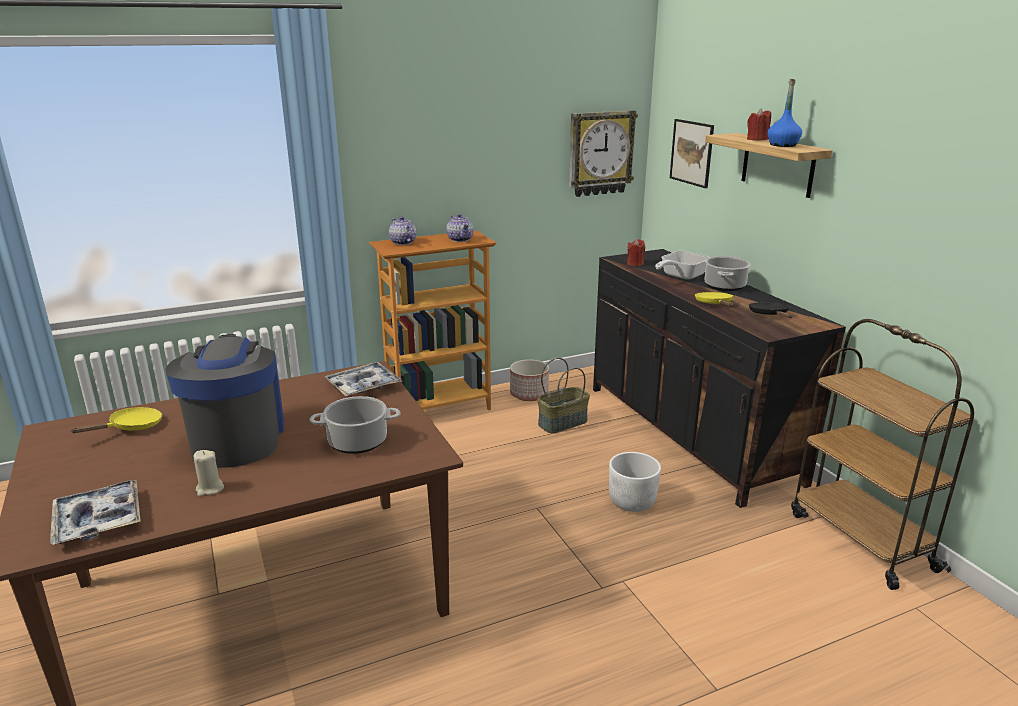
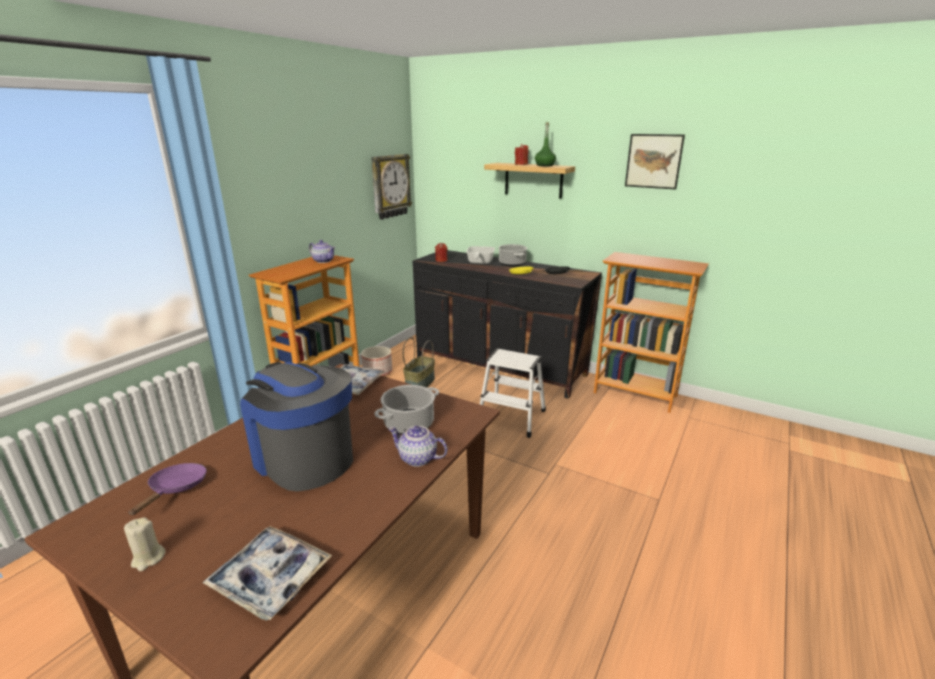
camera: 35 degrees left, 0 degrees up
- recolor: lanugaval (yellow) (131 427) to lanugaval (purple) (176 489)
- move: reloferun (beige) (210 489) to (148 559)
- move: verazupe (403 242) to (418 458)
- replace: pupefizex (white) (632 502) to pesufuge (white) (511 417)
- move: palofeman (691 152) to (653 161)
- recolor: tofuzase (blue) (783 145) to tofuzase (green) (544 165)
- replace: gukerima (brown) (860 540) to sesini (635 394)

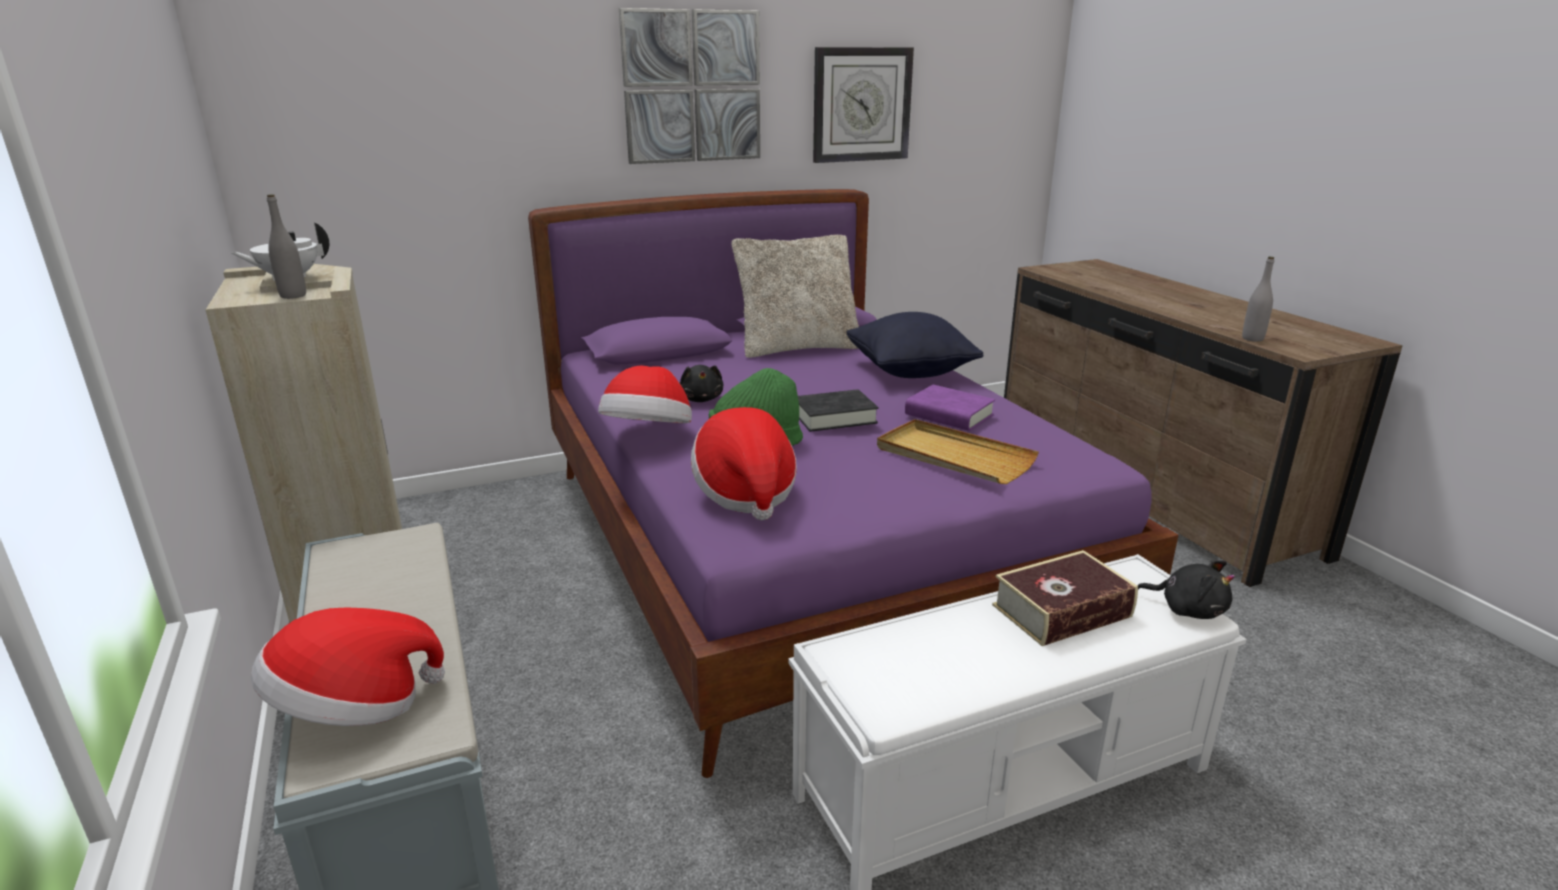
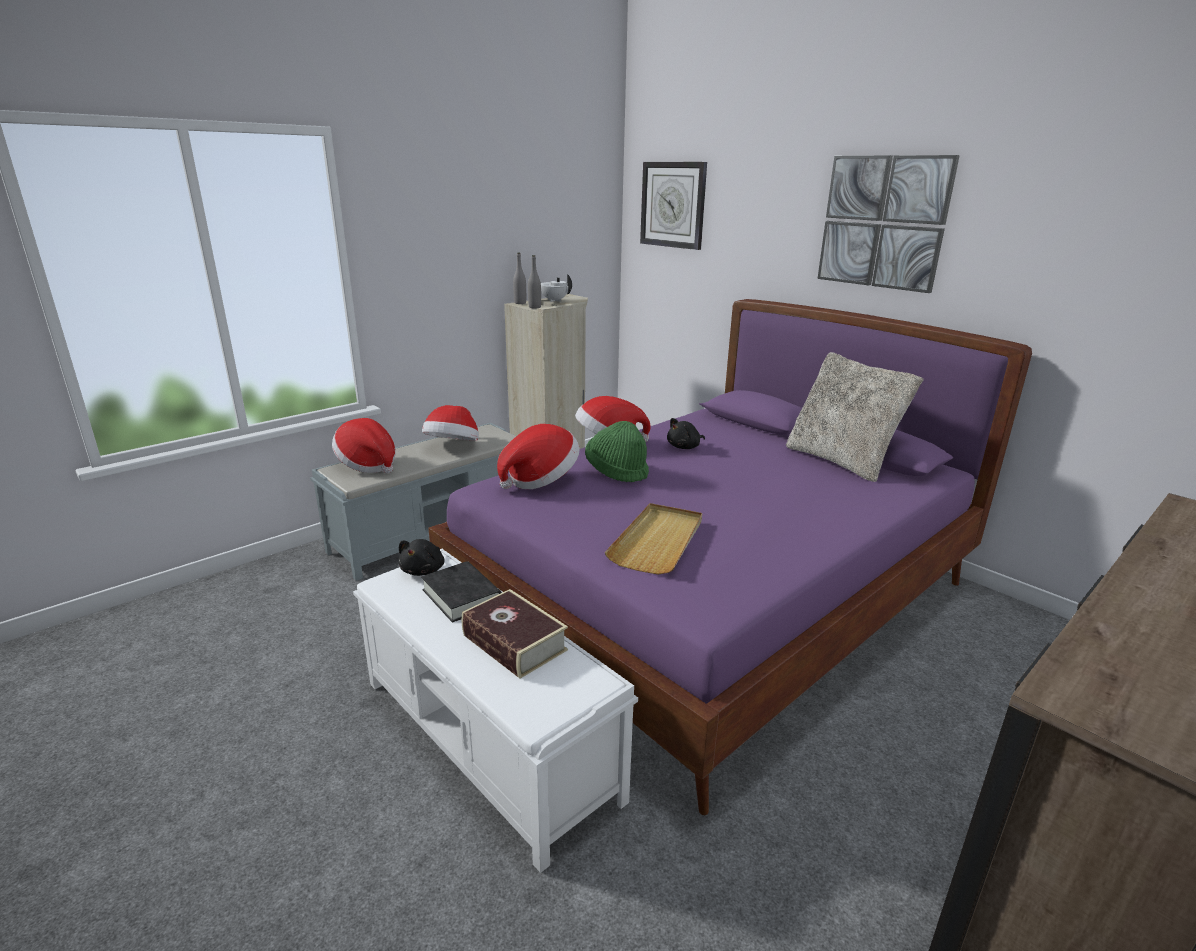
camera: 70 degrees right, 0 degrees up
- move: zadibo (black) (834 417) to (462 596)
- move: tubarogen (861 105) to (673 205)
- delete: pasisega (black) (910 372)
- delete: zadibo (purple) (949 415)
- move: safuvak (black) (1188 609) to (424 570)
- move: tofuzase (grey) (1252 339) to (520 303)
- insert: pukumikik (453 447)

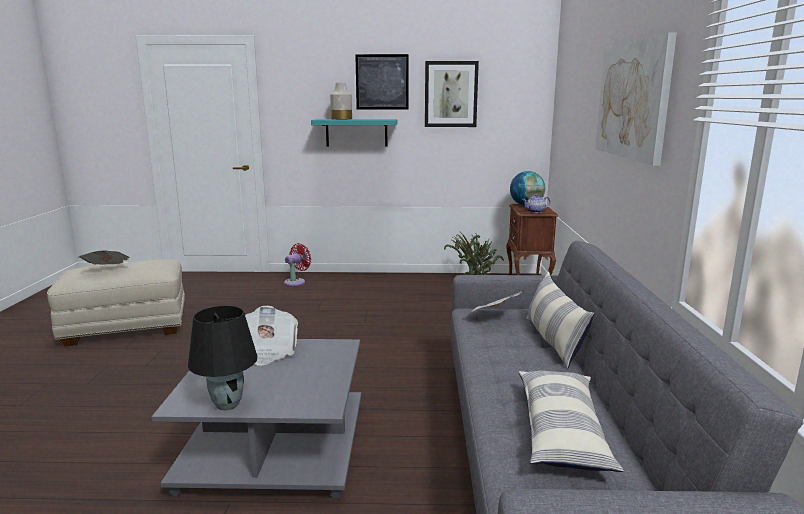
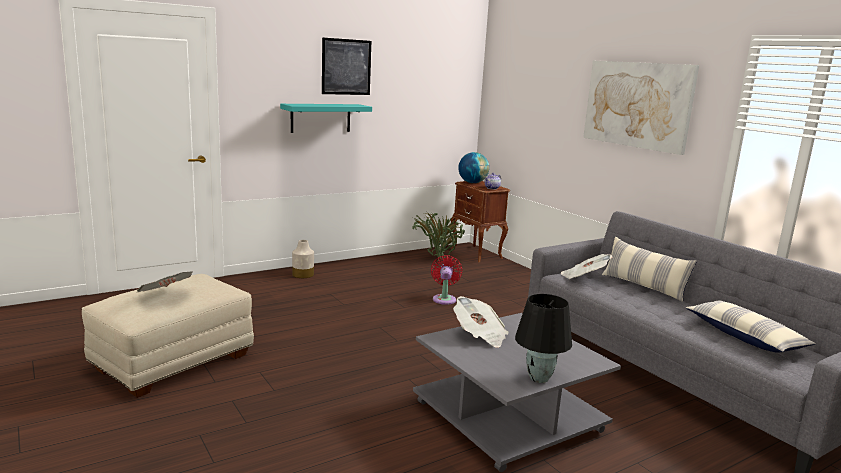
camera: 35 degrees left, 0 degrees up
- move: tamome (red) (296 282) to (444 299)
- move: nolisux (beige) (341 119) to (302 274)
- delete: palofeman (451 94)

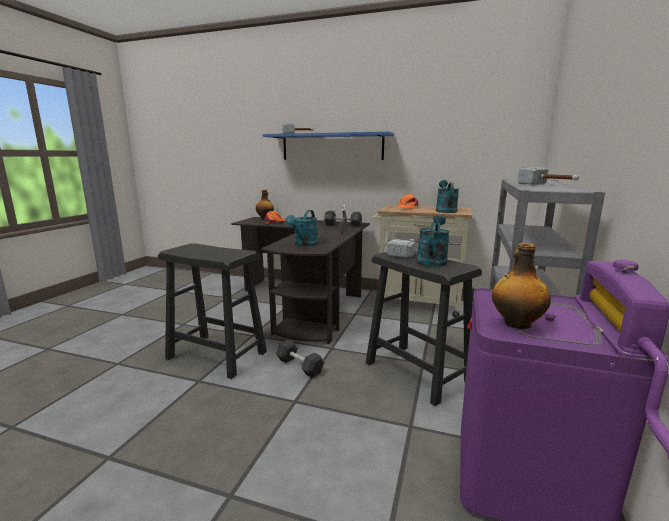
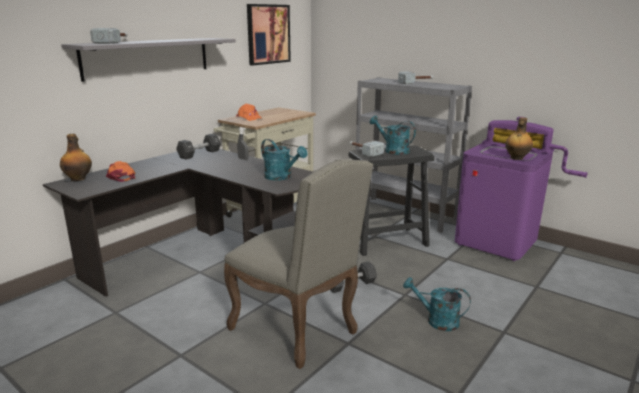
camera: 70 degrees left, 5 degrees up
- replace: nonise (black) (216 355) to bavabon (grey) (297 330)
- recolor: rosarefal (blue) (332 147) to rosarefal (grey) (148 57)
- move: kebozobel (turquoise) (445 210) to (436 320)
- insert: palofeman (268 34)

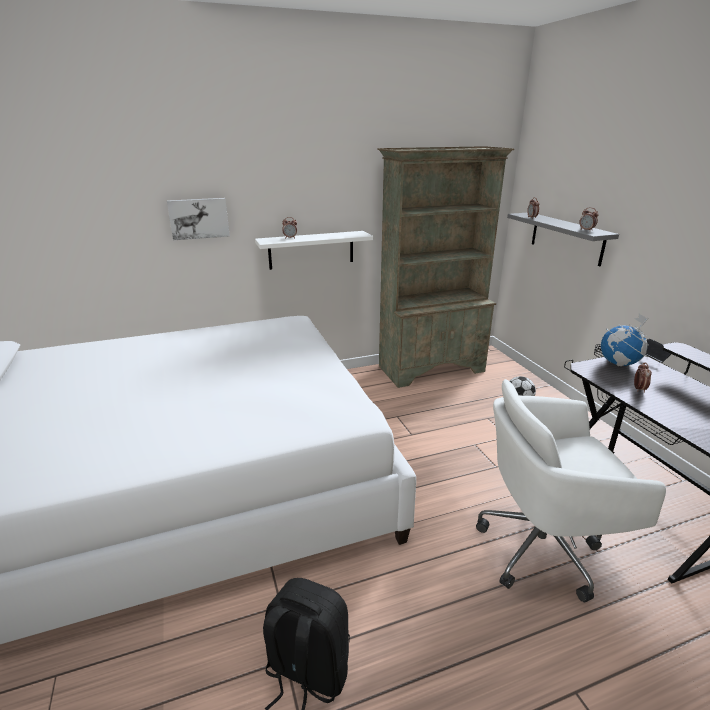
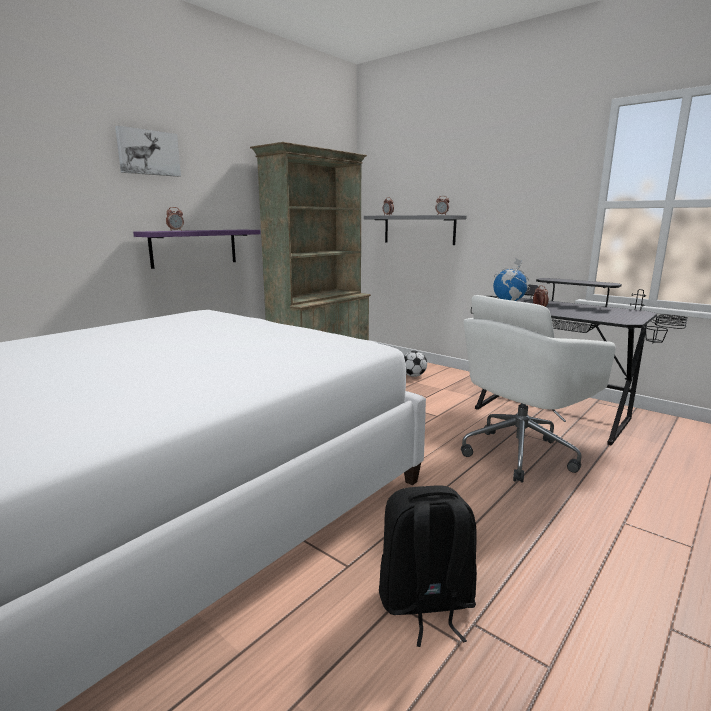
camera: 30 degrees left, 10 degrees down
- move: palofeman (198 218) to (148 152)
- recolor: rosarefal (white) (311 250) to rosarefal (purple) (194 247)

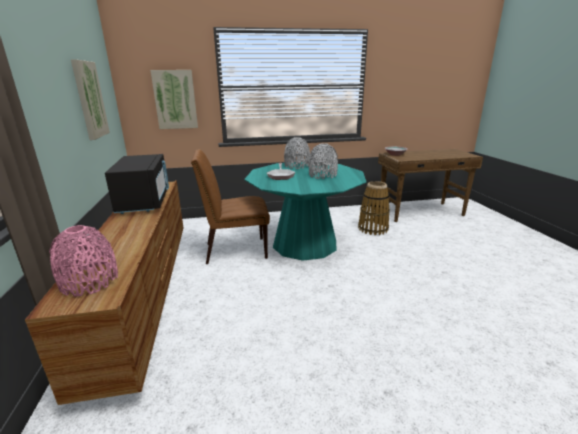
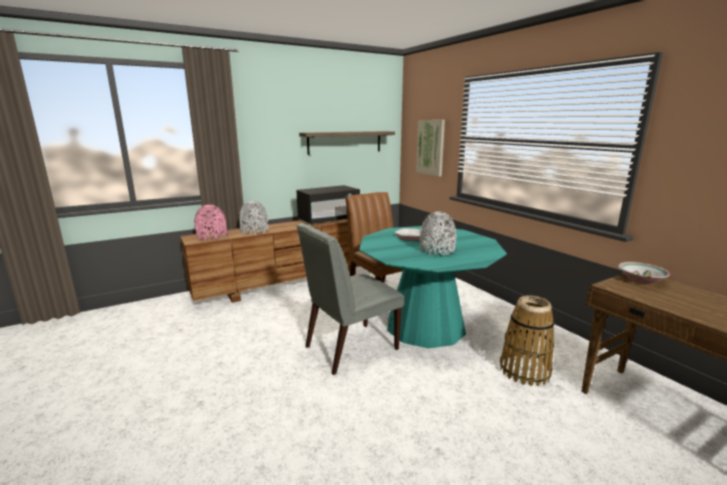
camera: 70 degrees right, 5 degrees down
- replace: palofeman (89 100) to rosarefal (345 142)
- move: nolisux (grey) (297 166) to (254 231)
- insert: bavabon (grey) (351 347)

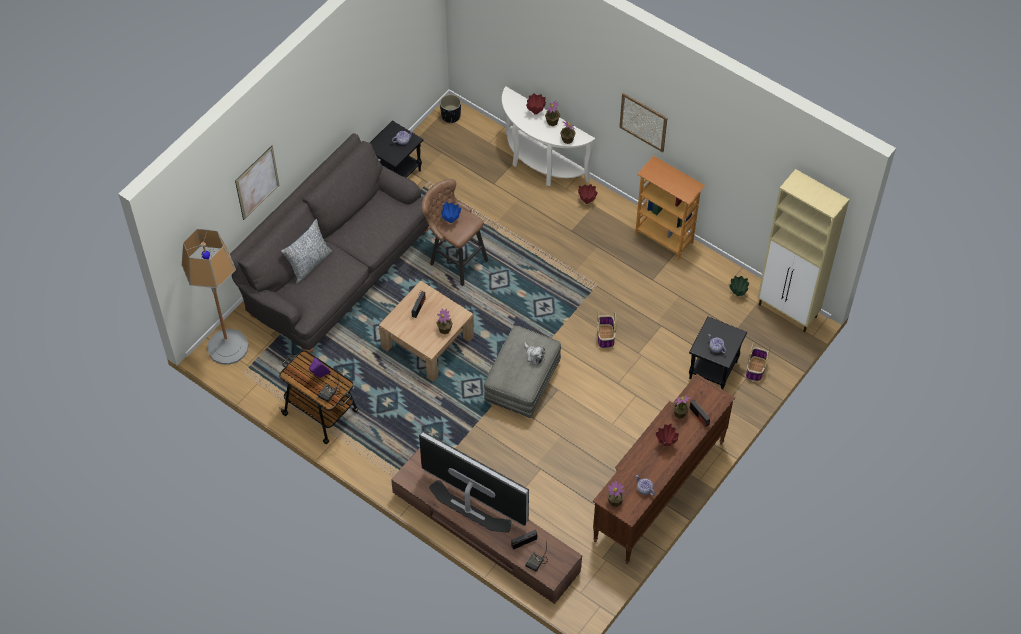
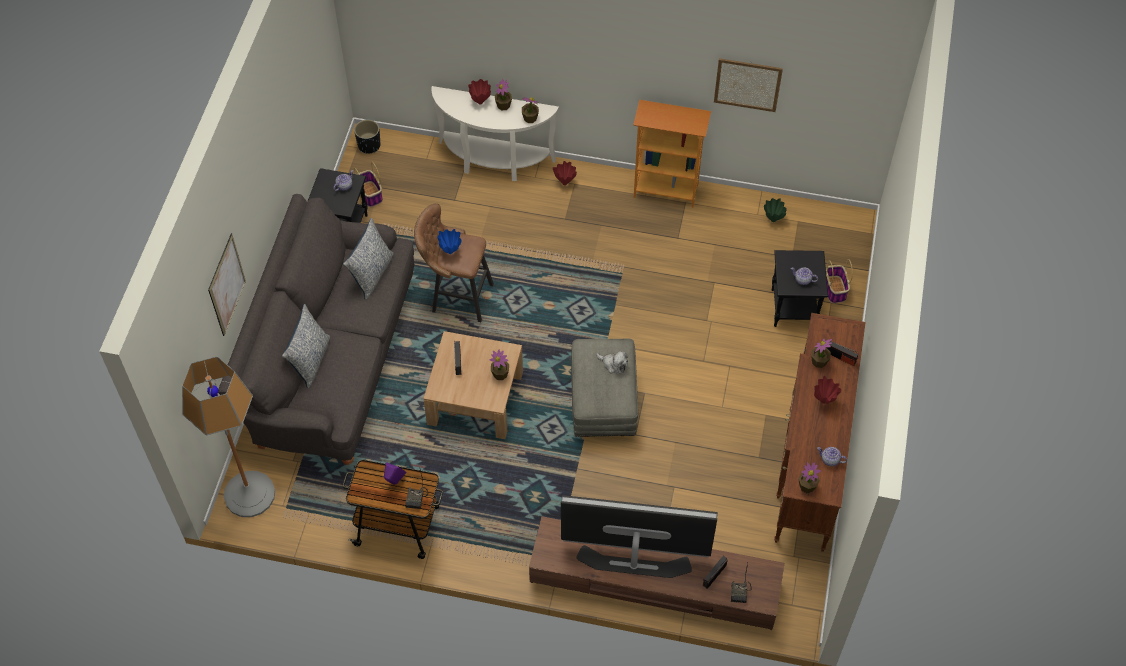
camera: 25 degrees left, 0 degrees up
- move: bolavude (605 336) to (370 194)
- move: palofeman (643 121) to (747 84)
- delete: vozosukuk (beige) (788 311)
- insert: pasisega (372 274)

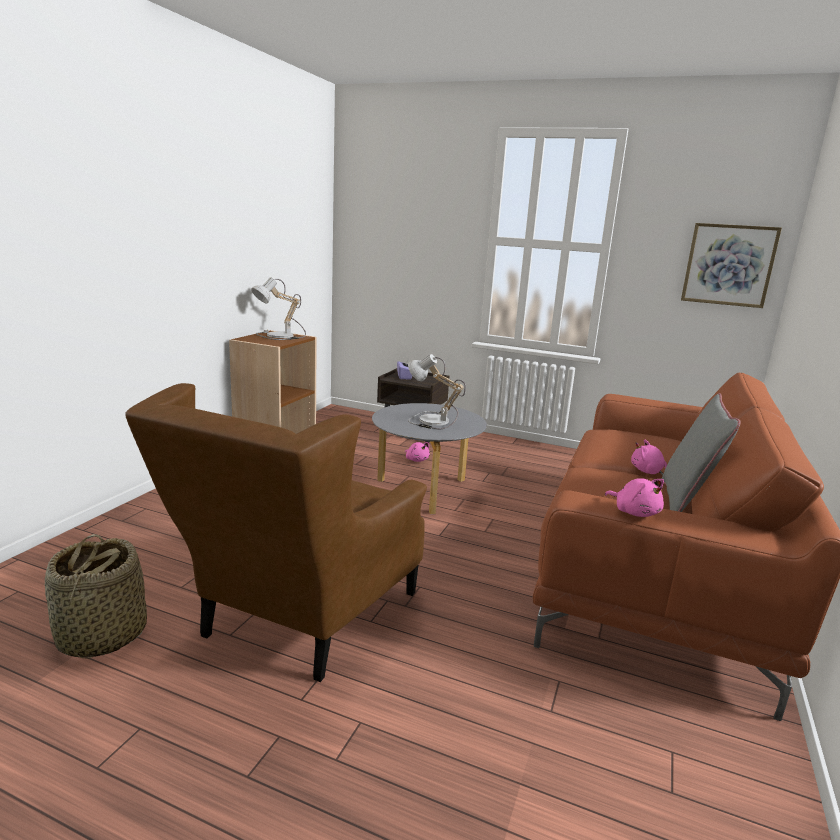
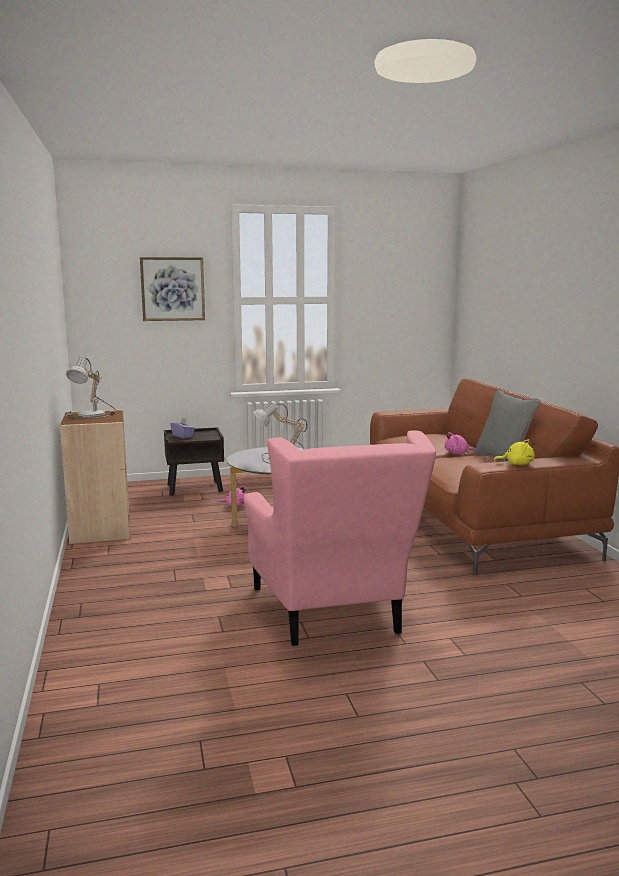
camera: 35 degrees left, 5 degrees down
- delete: bolavude (101 635)
- recolor: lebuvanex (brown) (296 621) to lebuvanex (pink) (334 615)
- recolor: safuvak (pink) (634 512) to safuvak (yellow) (517 464)
- move: palofeman (728 265) to (172 289)

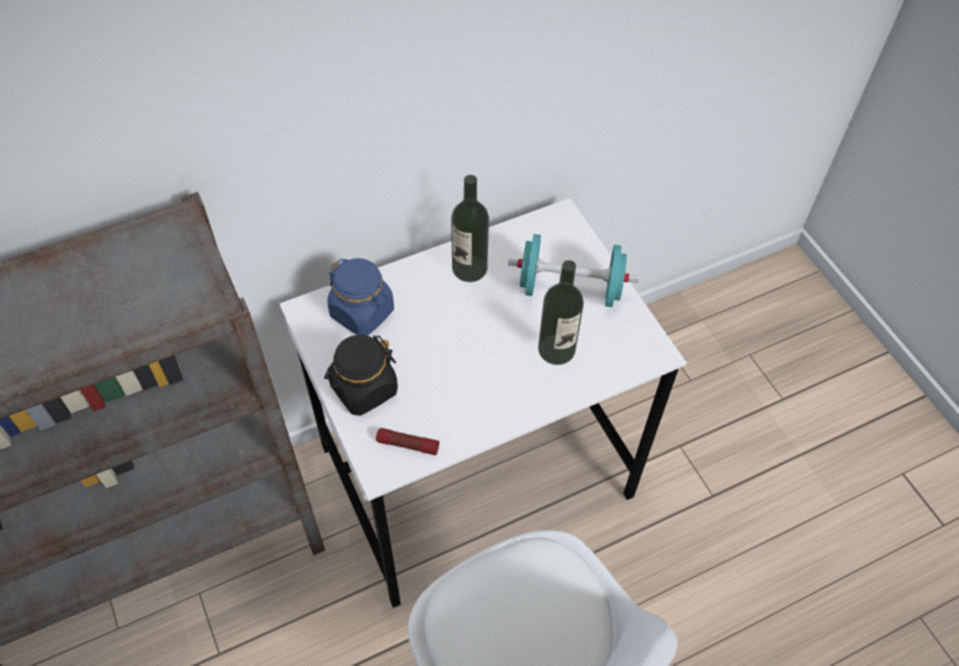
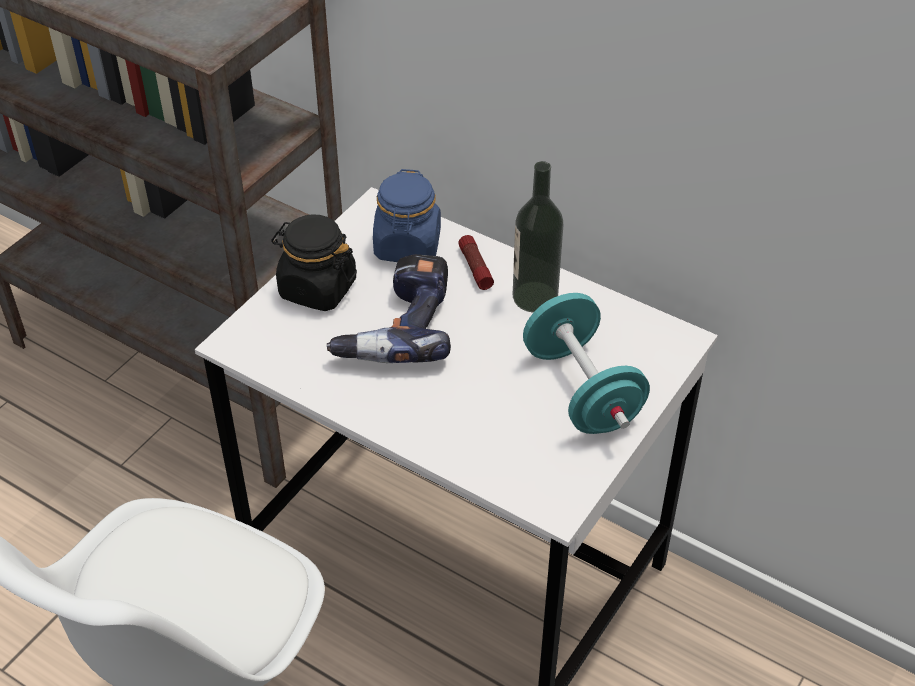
camera: 60 degrees right, 10 degrees down
- move: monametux (407 445) to (475 268)
- delete: tofuzase (556 349)
- insert: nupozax (396 327)

